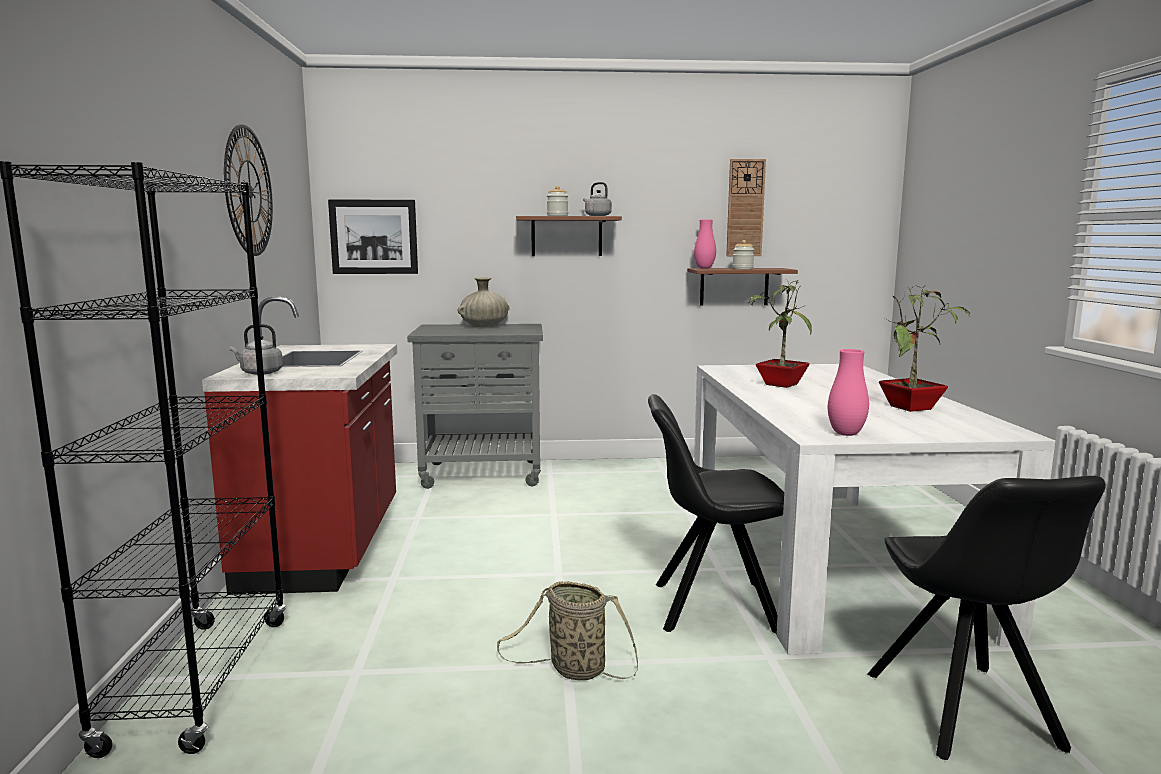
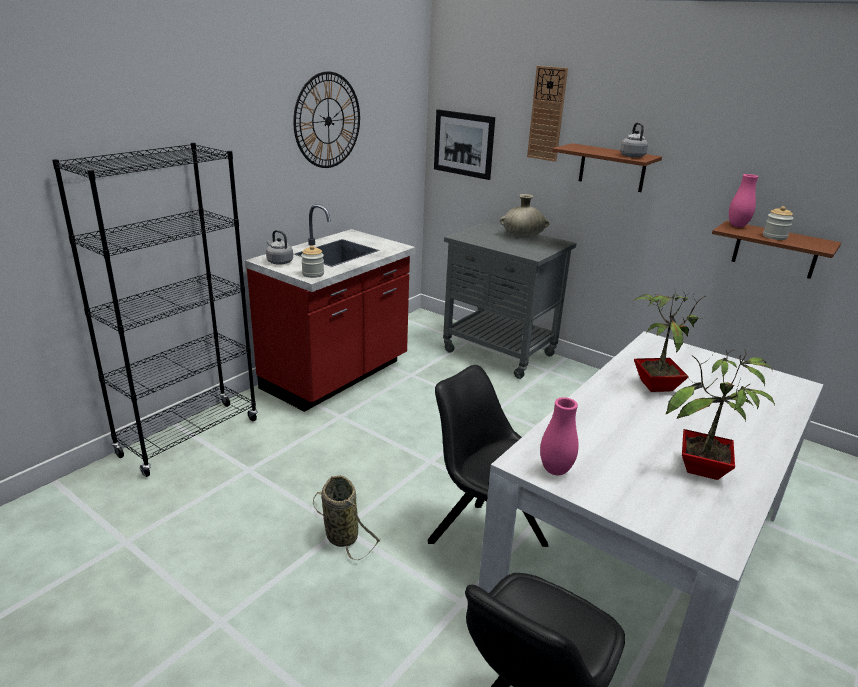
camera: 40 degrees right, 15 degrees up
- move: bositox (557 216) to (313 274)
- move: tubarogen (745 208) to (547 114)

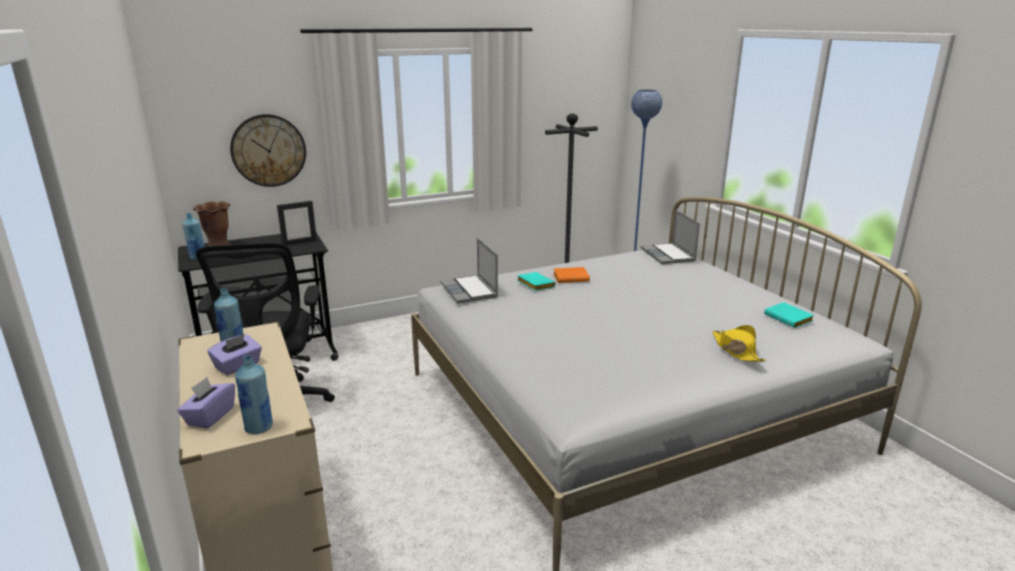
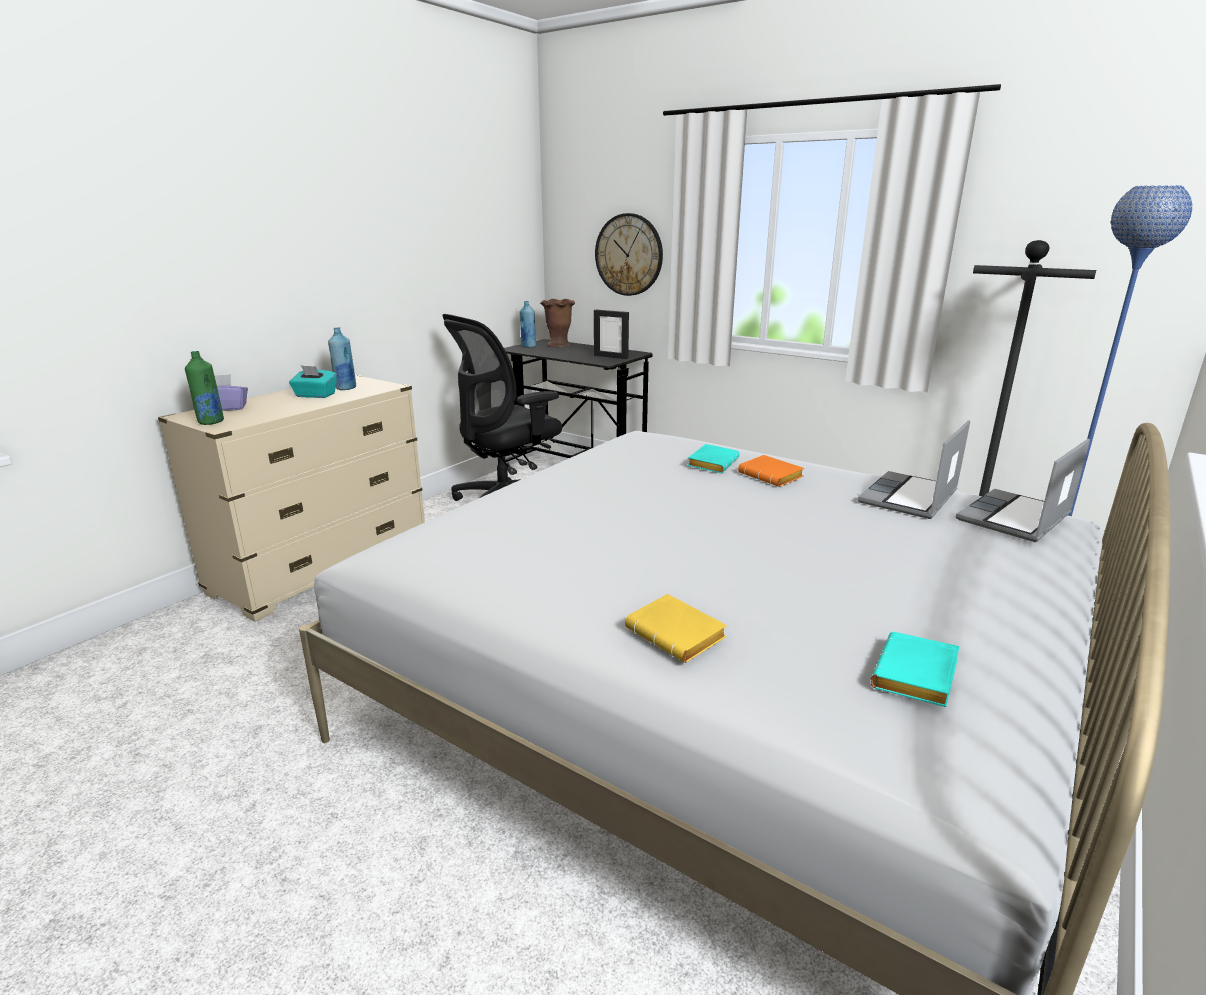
camera: 60 degrees right, 0 degrees up
- recolor: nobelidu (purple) (238 366) to nobelidu (turquoise) (315 395)
- recolor: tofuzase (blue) (259 427) to tofuzase (green) (210 422)
- move: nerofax (470 291) to (909 498)
- replace: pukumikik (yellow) (736 350) to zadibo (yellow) (678 635)

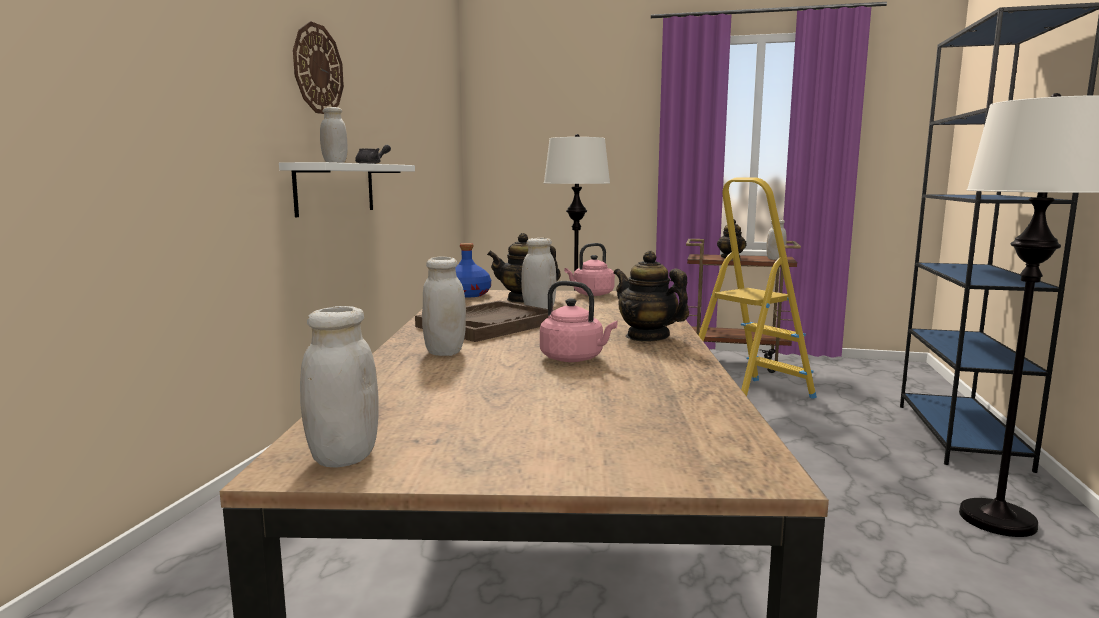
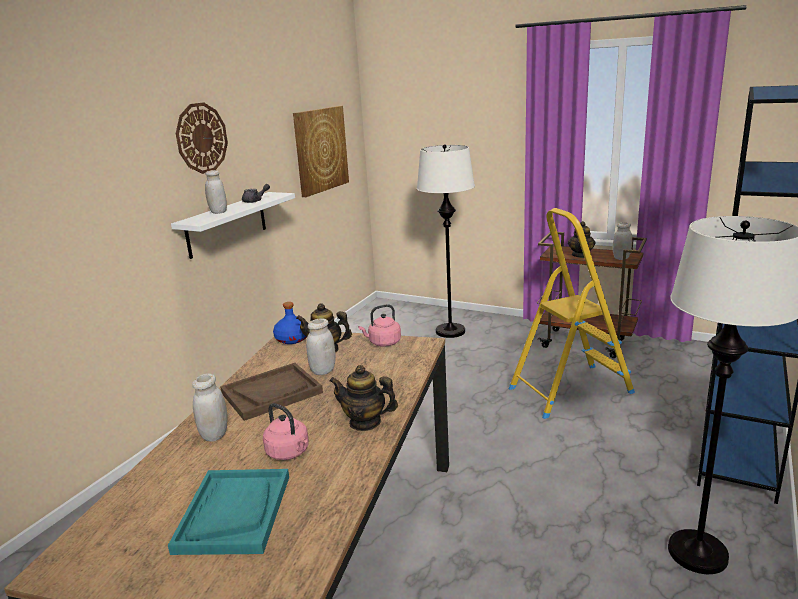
camera: 15 degrees right, 10 degrees up
- delete: bositox (white) (343 457)
- rotate: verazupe (647 337) = (365 422) 45 degrees counterclockwise
- insert: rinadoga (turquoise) (234 512)
- insert: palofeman (320 150)

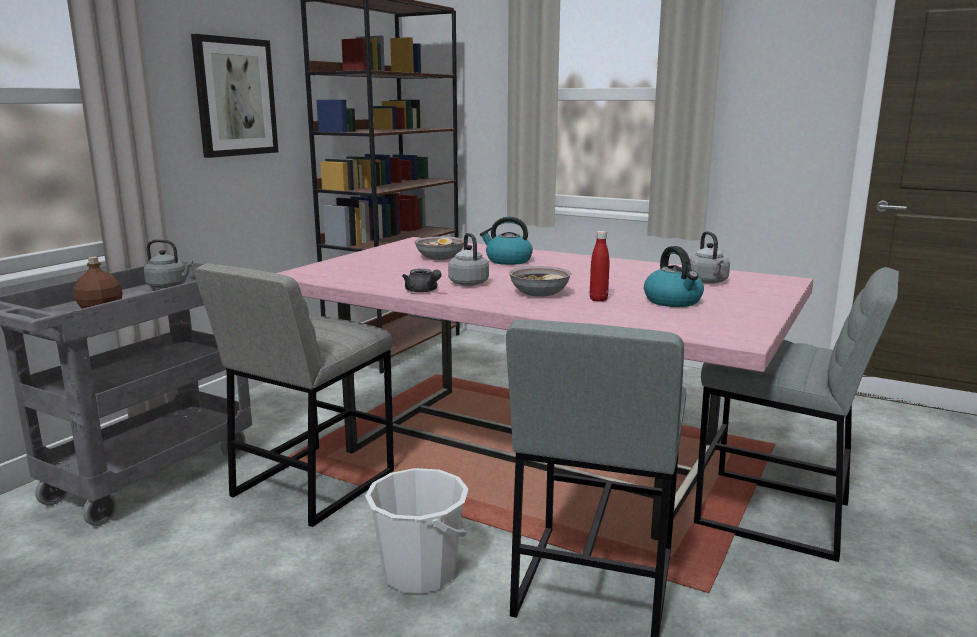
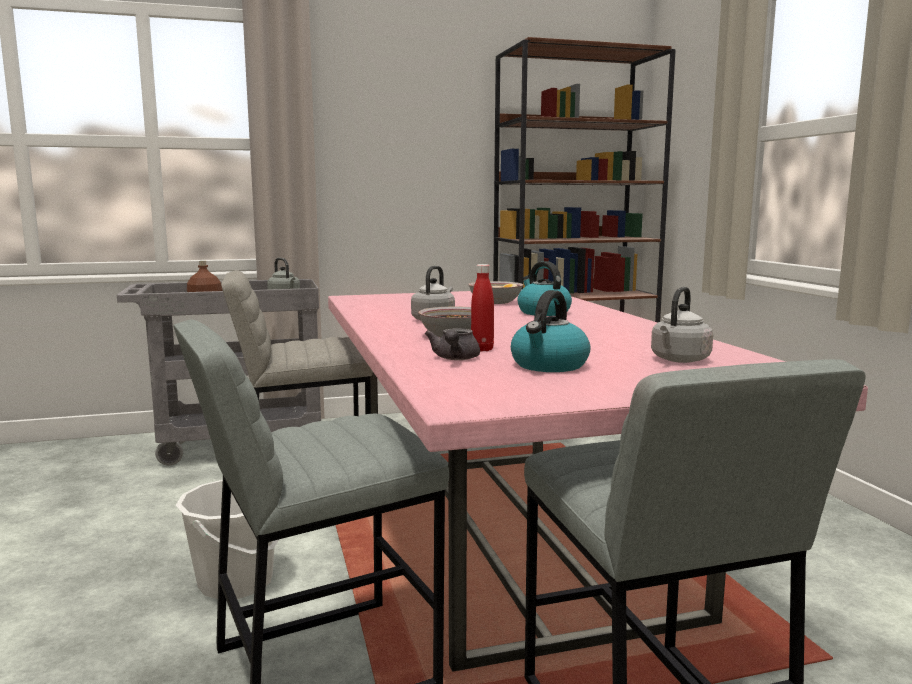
camera: 45 degrees right, 5 degrees down
- delete: palofeman (235 97)
- move: verazupe (grey) (423 291) to (455 359)

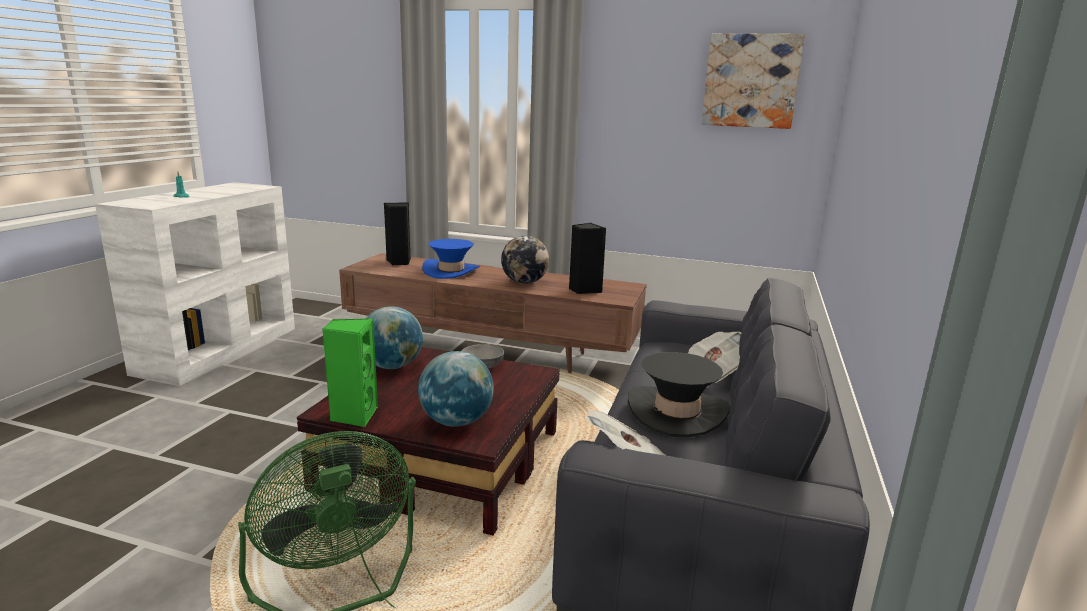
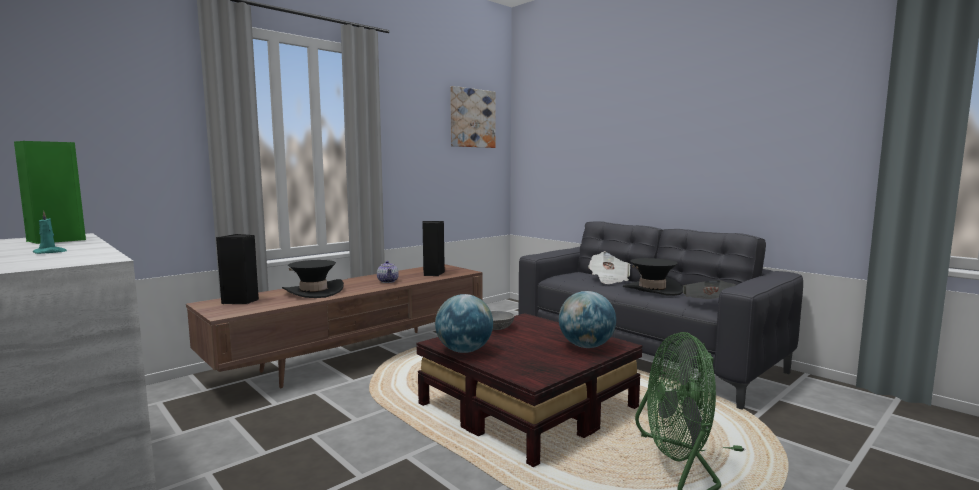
camera: 60 degrees left, 10 degrees down
- move: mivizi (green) (354 415) to (55 240)
- recolor: pukumikik (blue) (451 271) to pukumikik (black) (313 292)
- replace: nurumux (524 282) to verazupe (388 281)

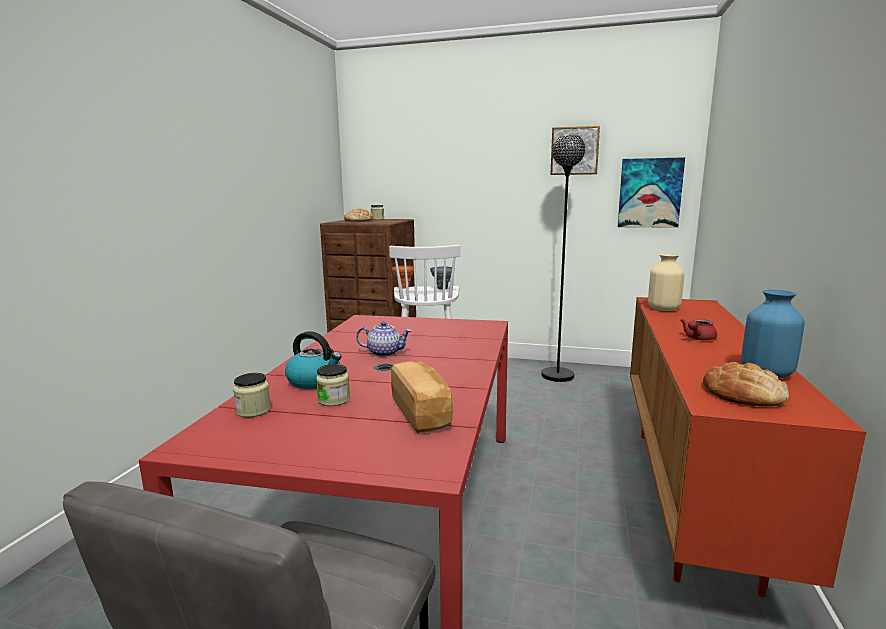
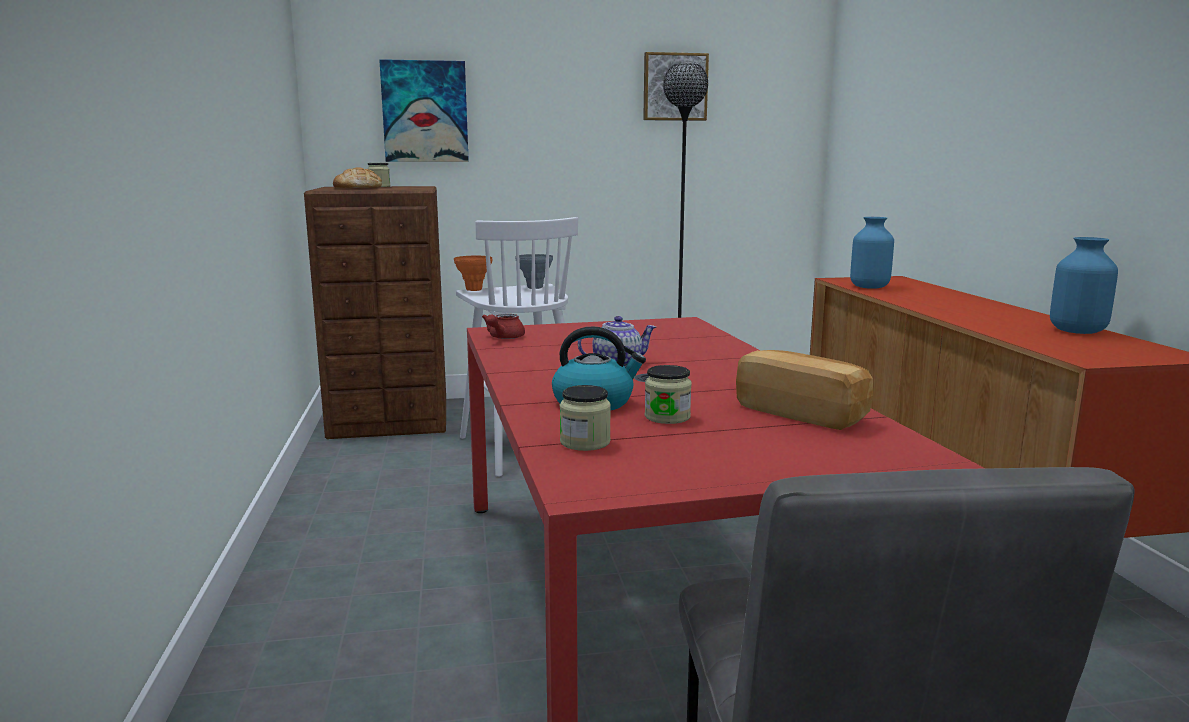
camera: 25 degrees left, 0 degrees up
- move: palofeman (649 193) to (425 112)
- recolor: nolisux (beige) (663 309) to nolisux (blue) (869 287)
- move: verazupe (red) (697 338) to (503 338)
- delete: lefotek (744 394)

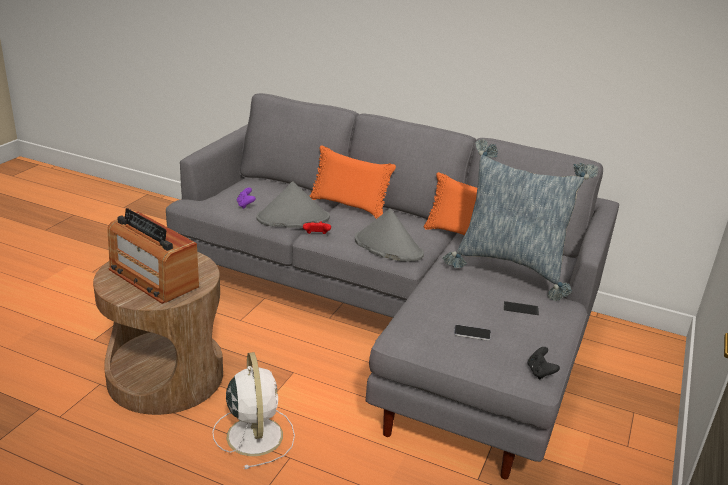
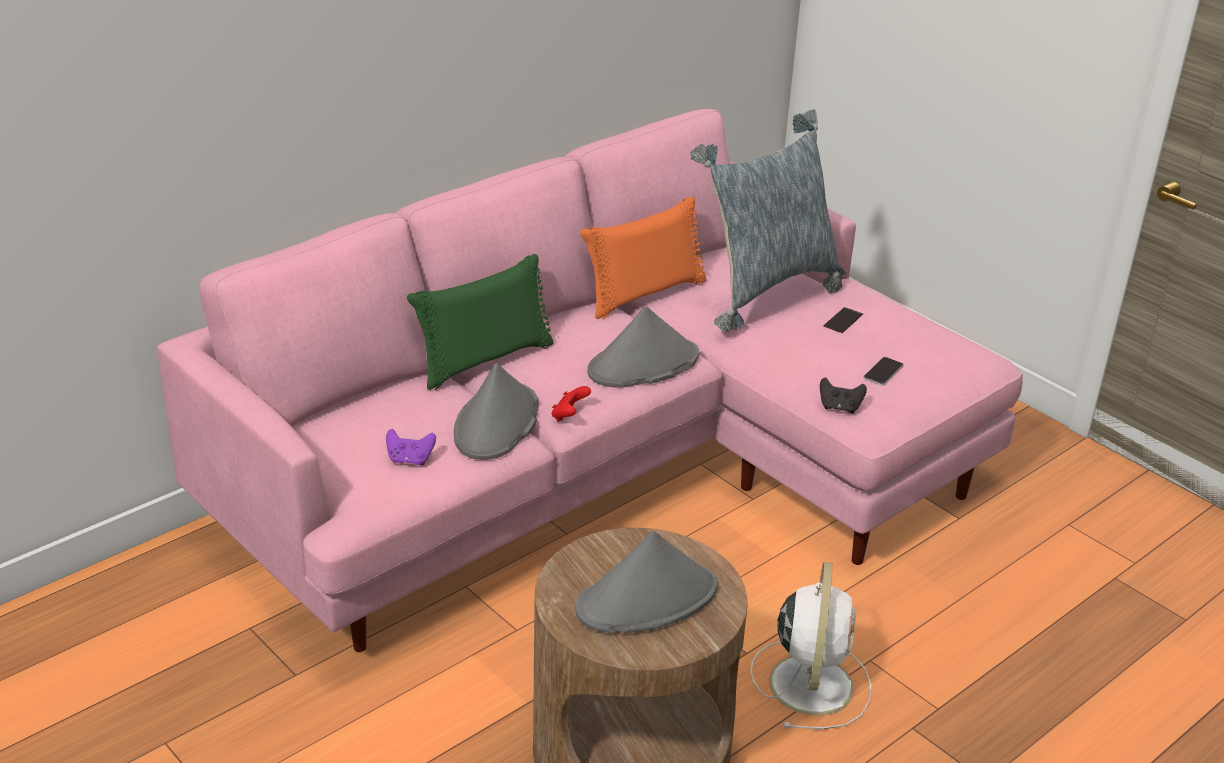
camera: 65 degrees left, 5 degrees up
- replace: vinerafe (153 278) to pukumikik (grey) (647 599)
- recolor: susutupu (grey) (394 318) to susutupu (pink) (604 472)
- rotate: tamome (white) (254 434) = (811 682) 90 degrees clockwise
- recolor: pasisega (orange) (349 206) to pasisega (green) (484 360)
- move: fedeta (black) (540 372) to (839 407)

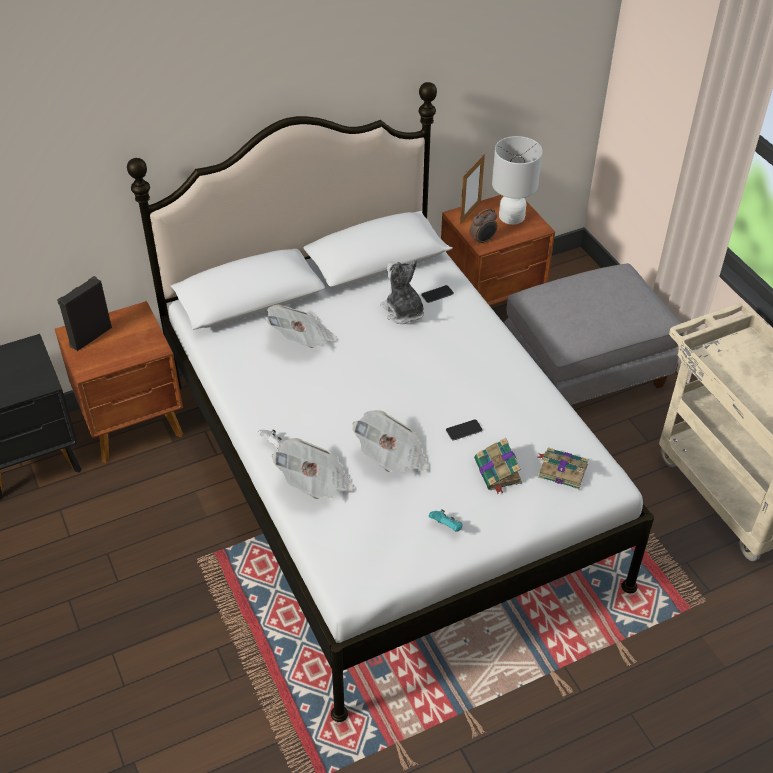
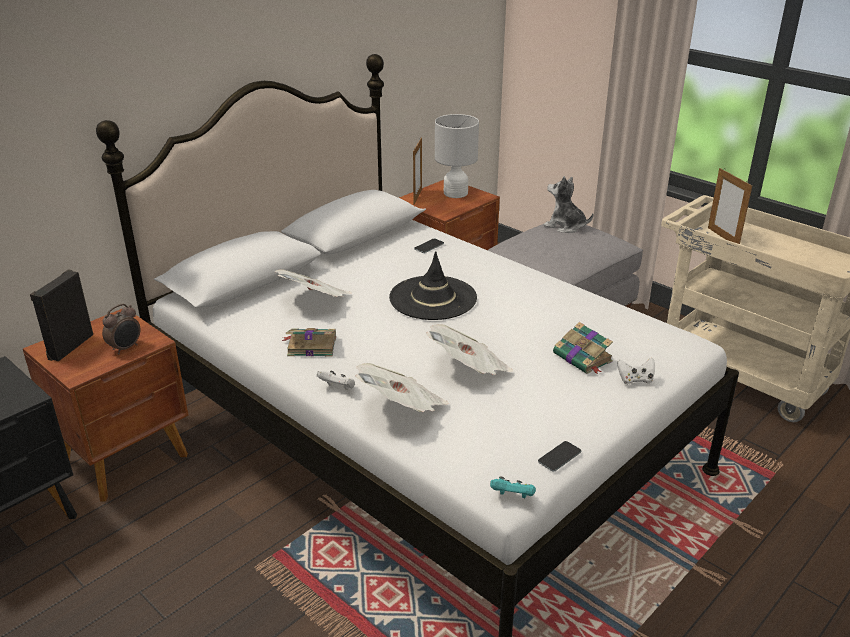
camera: 20 degrees left, 15 degrees down
- move: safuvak (403 312) to (565 226)
- move: fedeta (turquoise) (446 527) to (512 497)
- move: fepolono (464 430) to (559 456)
- move: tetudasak (483 241) to (126 348)
- move: zadibo (561 470) to (310 346)
- insert: pukumikik (black) (433 298)
- insert: fedeta (white) (635 380)
- insert: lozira (723 237)

